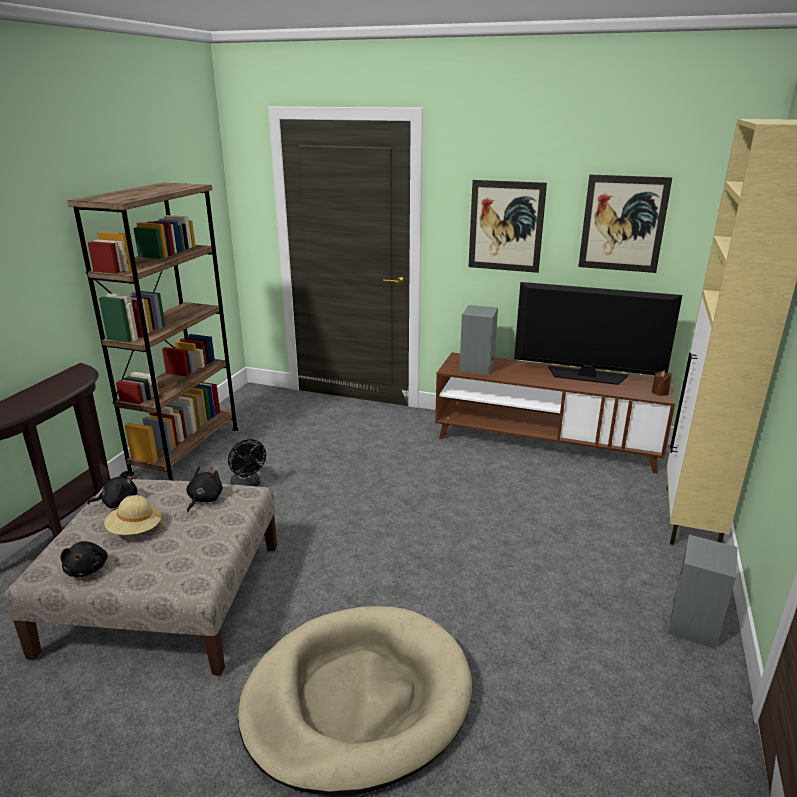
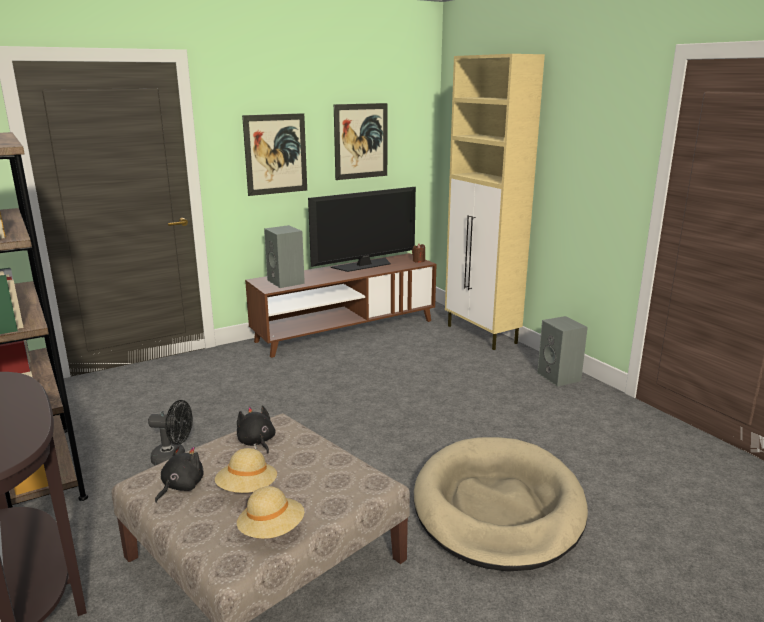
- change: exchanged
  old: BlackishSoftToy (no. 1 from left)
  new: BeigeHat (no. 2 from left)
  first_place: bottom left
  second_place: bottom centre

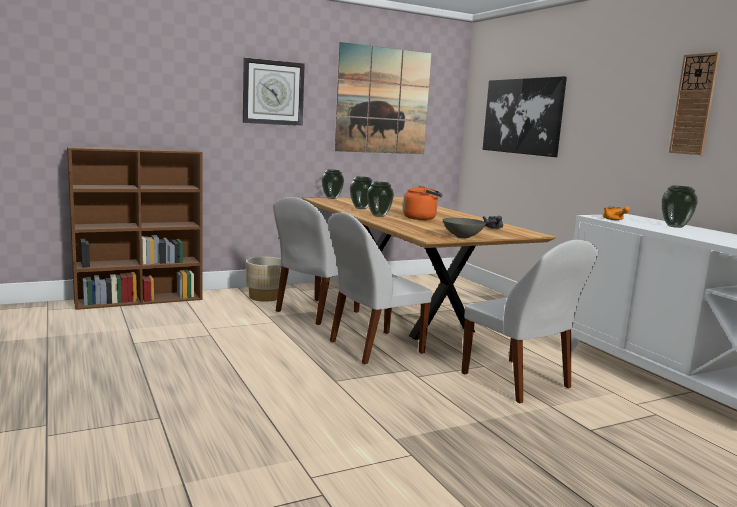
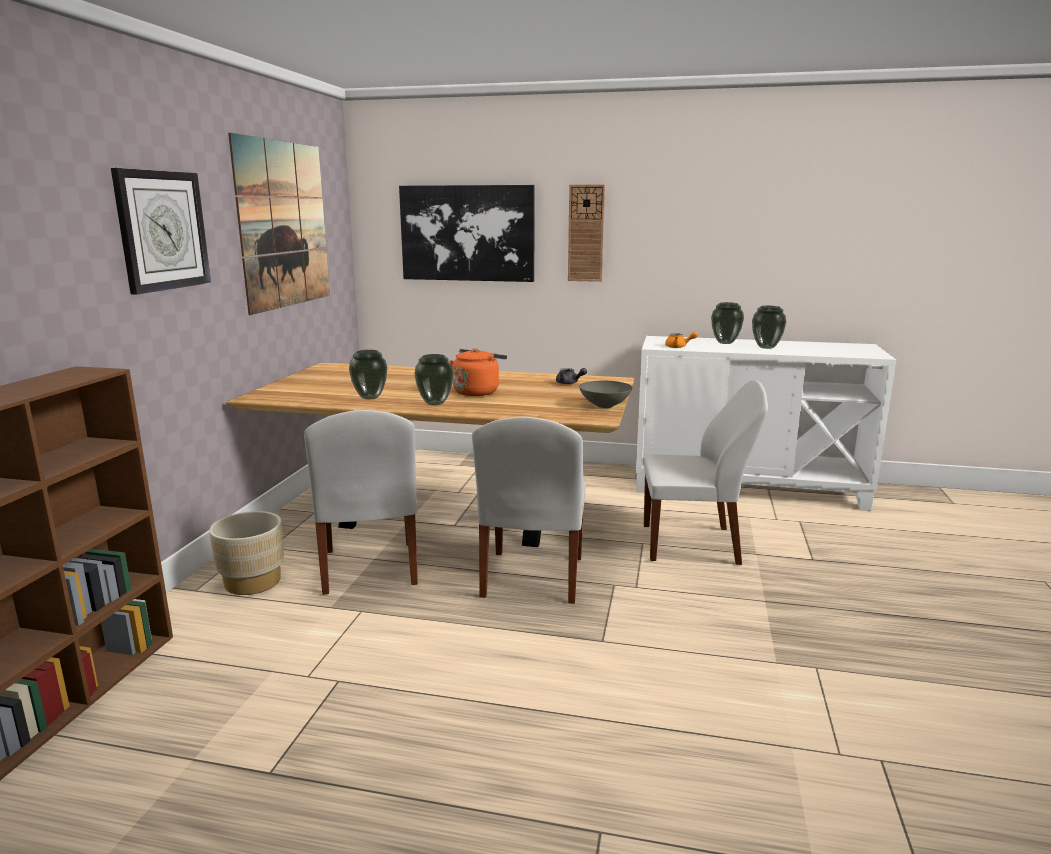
- change: relocated
  old: FlowerVase (no. 1 from left in the first image)
  new: FlowerVase (no. 4 from left)
  first_place: centre
  second_place: middle right
- change: relocated
  old: ClockOnTheWall (no. 2 from left)
  first_place: top right
  second_place: top centre

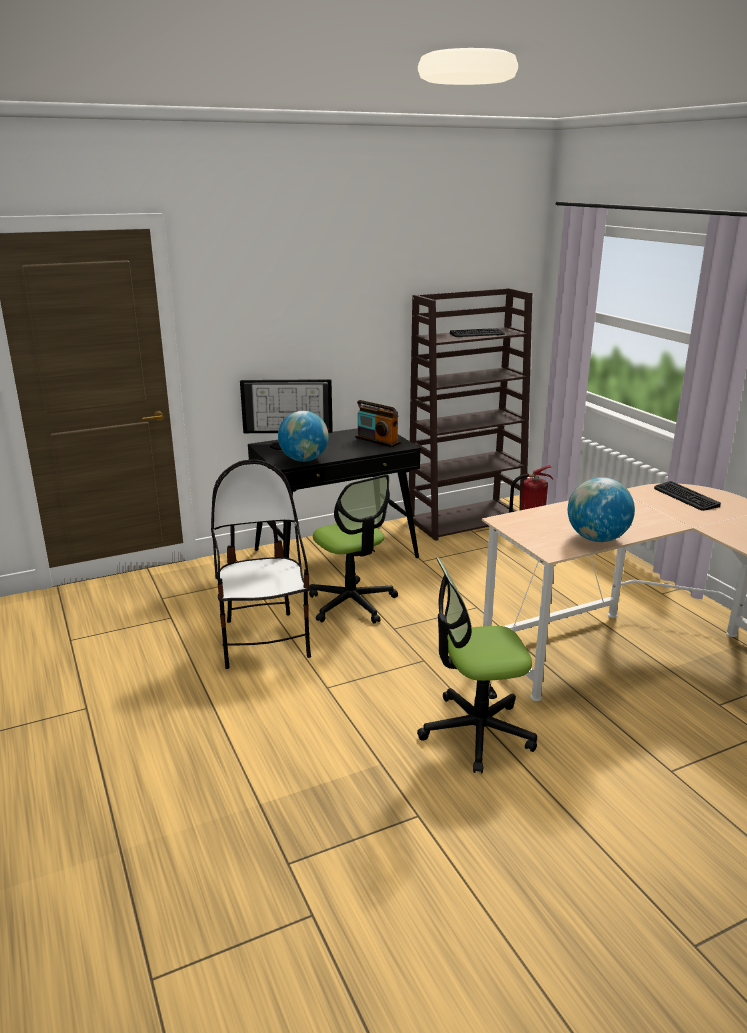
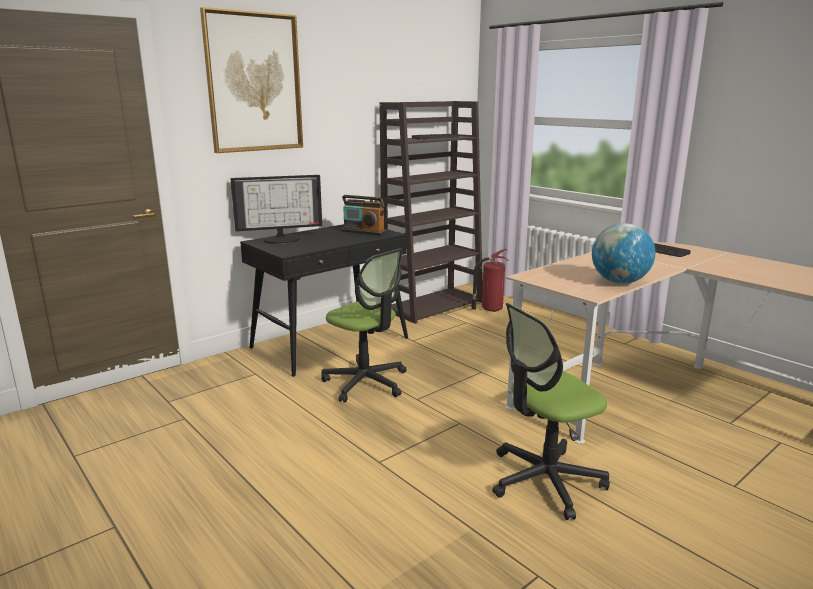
- change: missing
  old: PlainChair
  first_place: centre
- change: missing
  old: WorldGlobe (no. 1 from left)
  first_place: centre
- change: appeared
  new: Picture
  second_place: top left

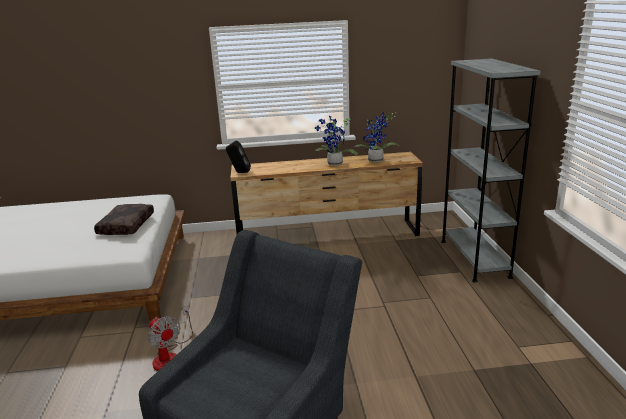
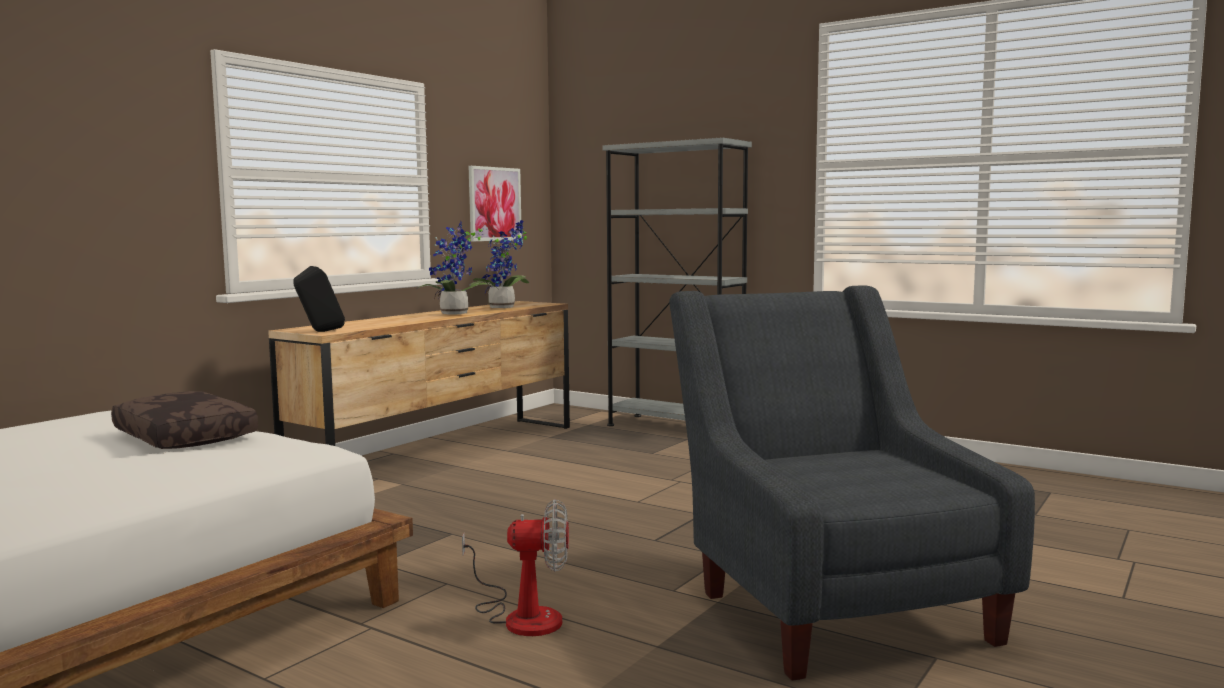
- change: appeared
  new: Picture
  second_place: top centre

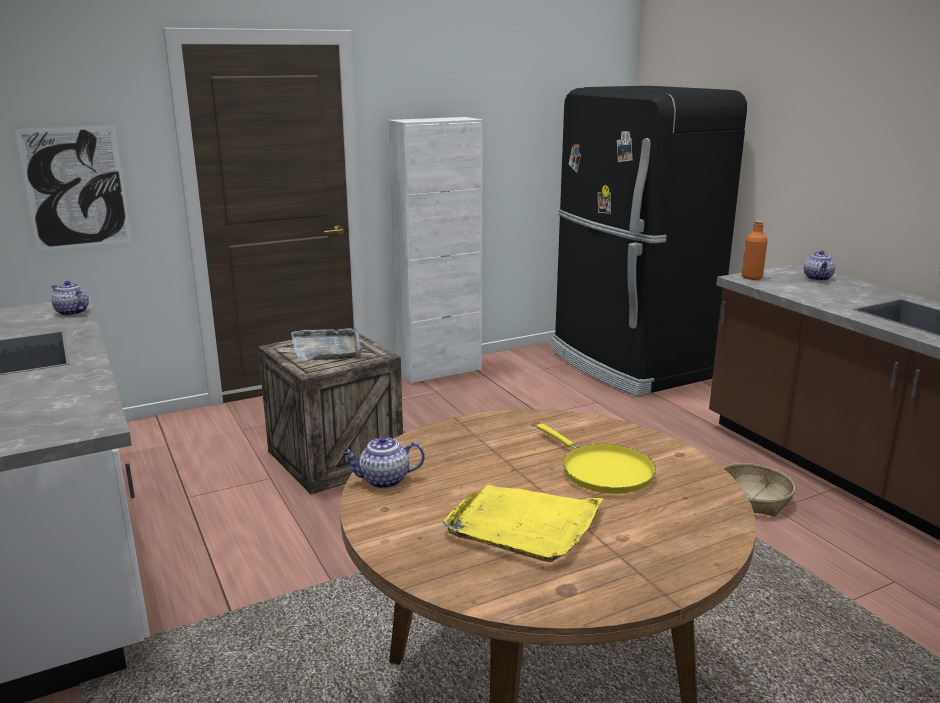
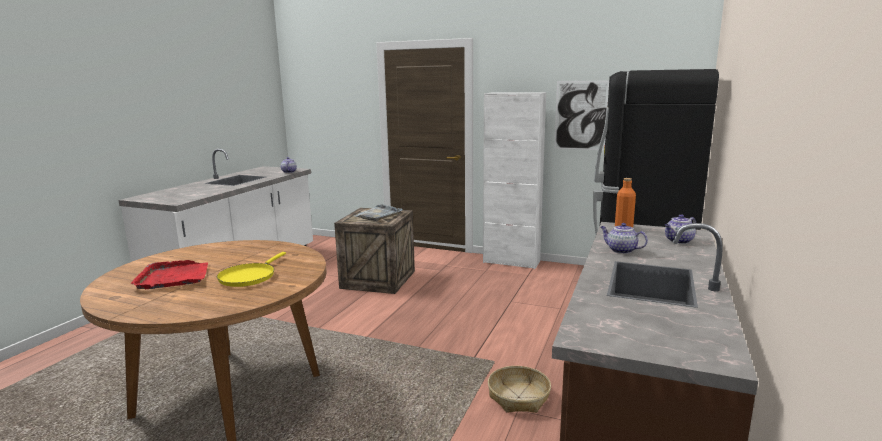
- change: relocated
  old: Picture
  first_place: top left
  second_place: top centre
- change: relocated
  old: PotForTea (no. 2 from left)
  first_place: centre
  second_place: middle right
- change: colour
  old: YellowishTray
  new: RedTray
  first_place: bottom centre
  second_place: middle left

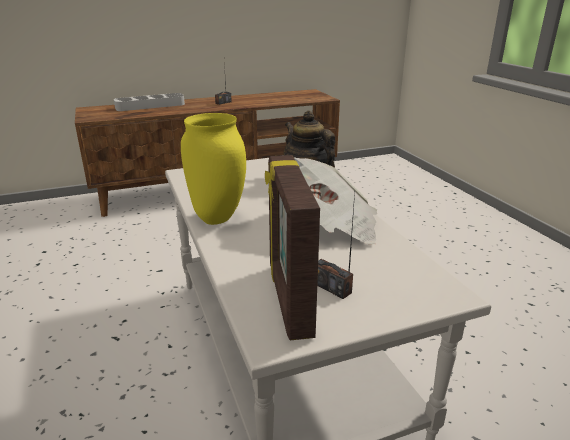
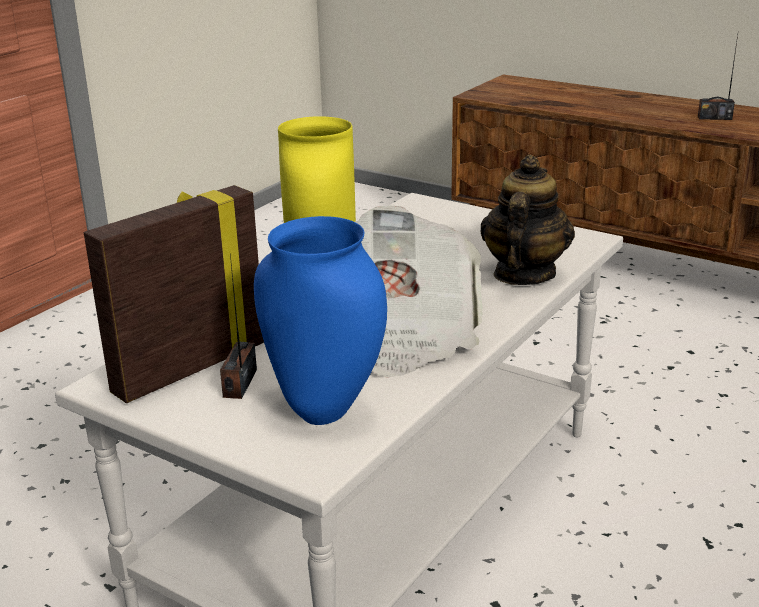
- change: missing
  old: GreyTray
  first_place: top left
- change: appeared
  new: BluishFlowerVase
  second_place: centre

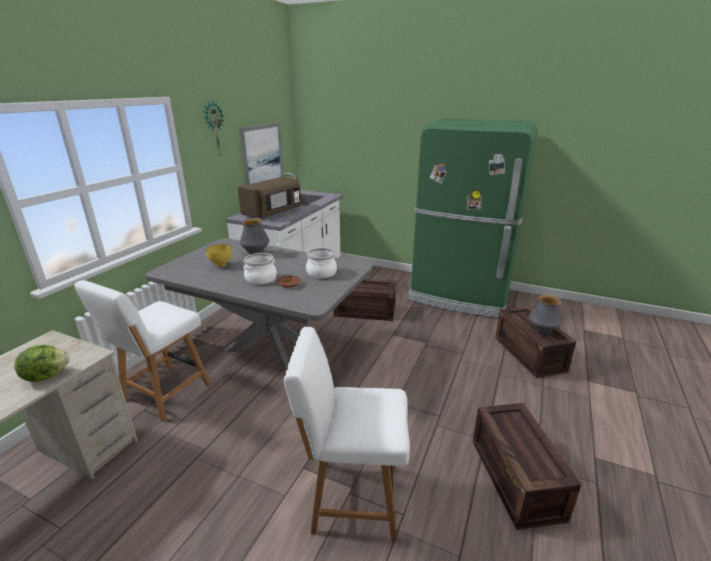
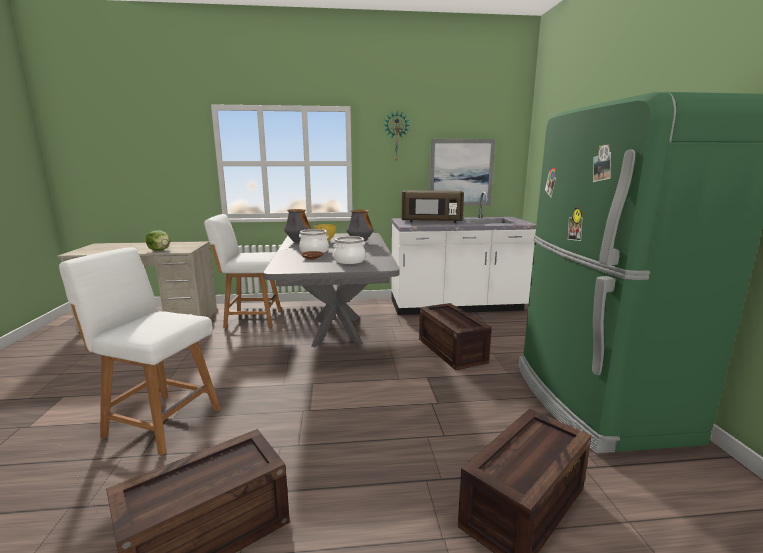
- change: spun
  old: WhitePlainChair (no. 2 from left in the first image)
  first_place: bottom centre
  second_place: middle left
  degrees: -45
- change: relocated
  old: FlowerVase (no. 2 from left in the first image)
  new: FlowerVase (no. 1 from left)
  first_place: middle right
  second_place: centre

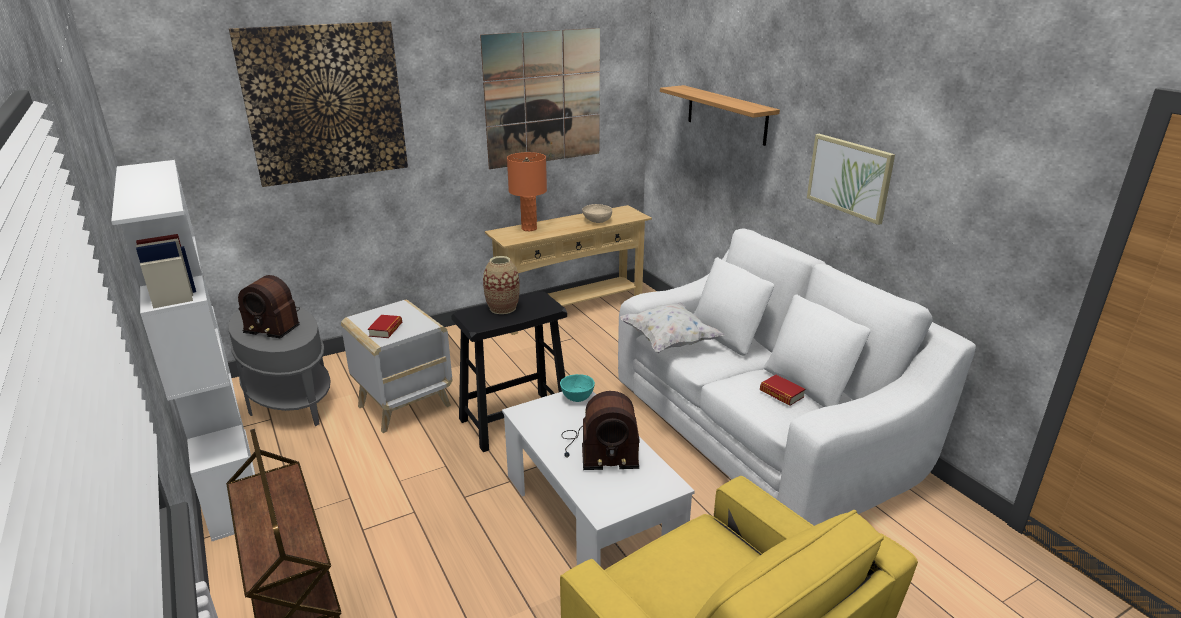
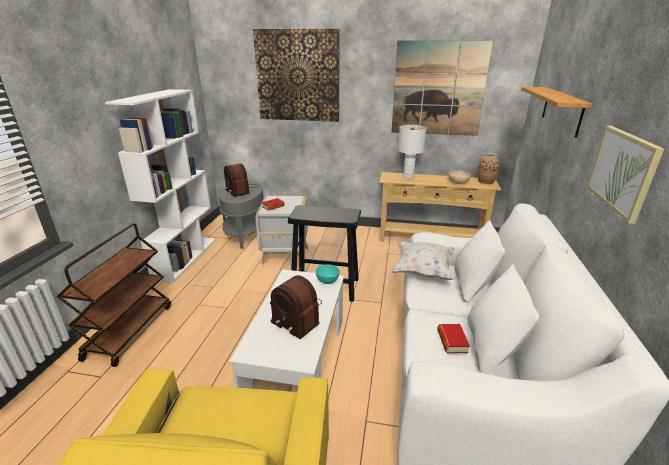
- change: relocated
  old: FlowerVase
  first_place: centre
  second_place: middle right
- change: colour
  old: OrangeyTableLamp
  new: WhiteTableLamp
  first_place: top centre
  second_place: top centre

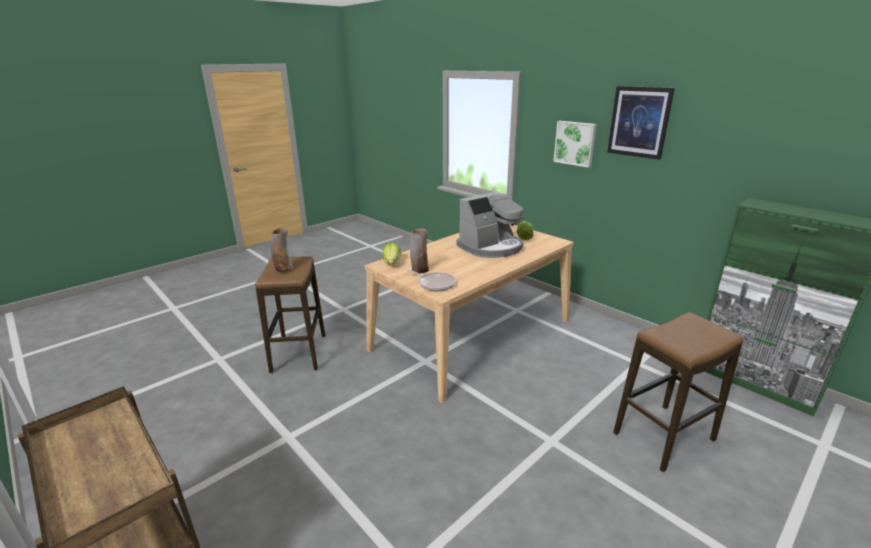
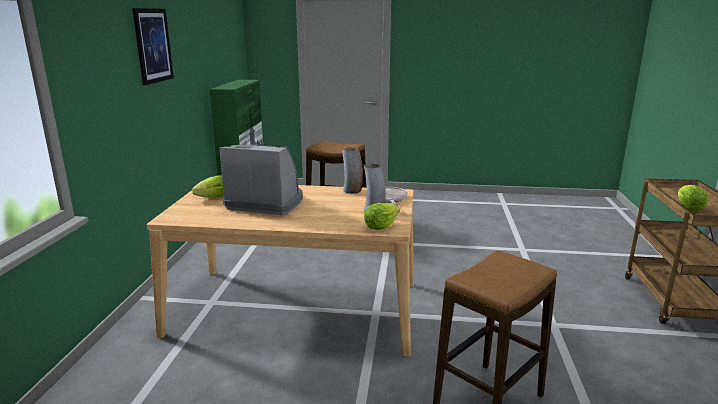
- change: relocated
  old: FlowerVase (no. 1 from left)
  first_place: middle left
  second_place: centre
- change: missing
  old: Picture (no. 1 from left)
  first_place: top centre
- change: appeared
  new: HeadOfLettuce (no. 3 from left)
  second_place: middle right

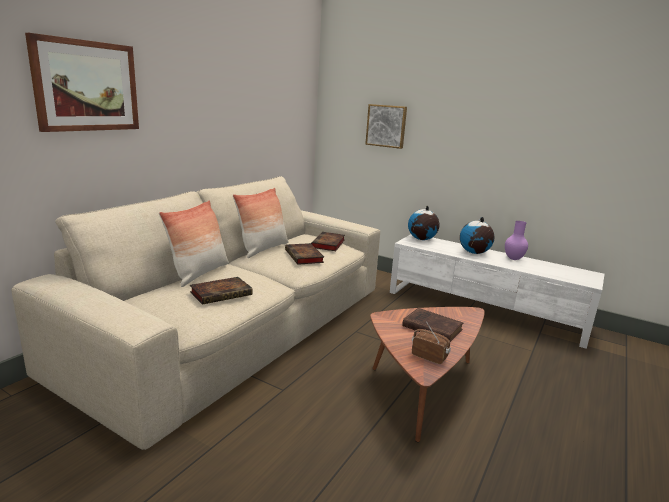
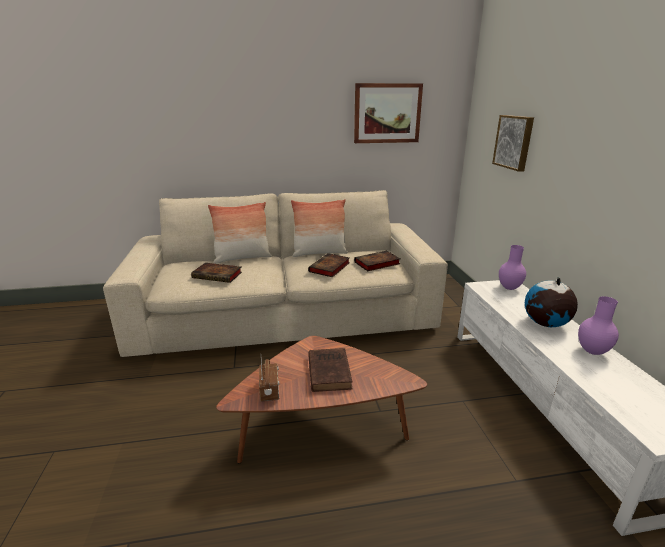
- change: relocated
  old: Picture (no. 1 from left)
  first_place: top left
  second_place: top centre
- change: exchanged
  old: WorldGlobe (no. 1 from left)
  new: PurplishFlowerVase (no. 1 from left)
  first_place: centre
  second_place: middle right

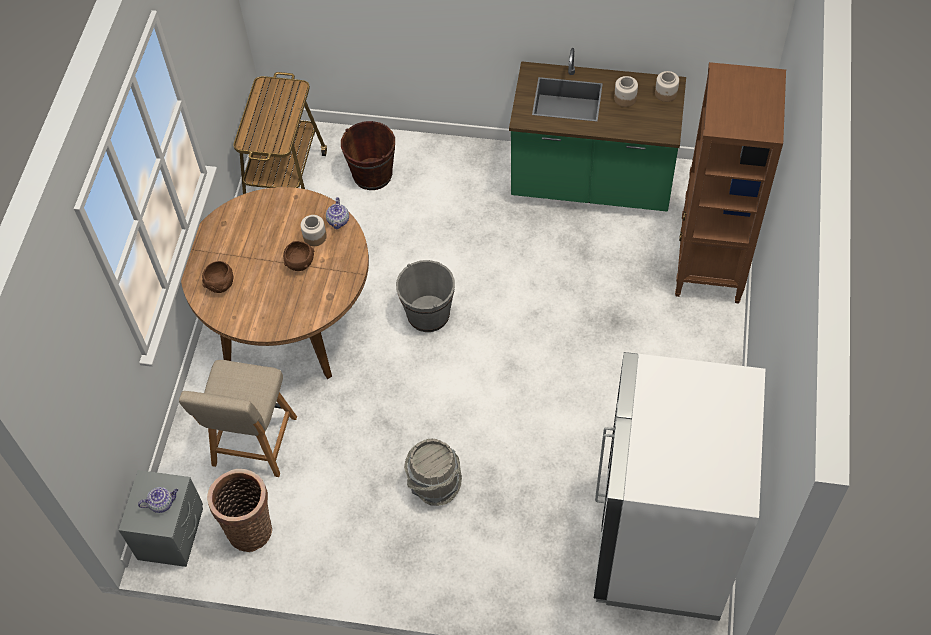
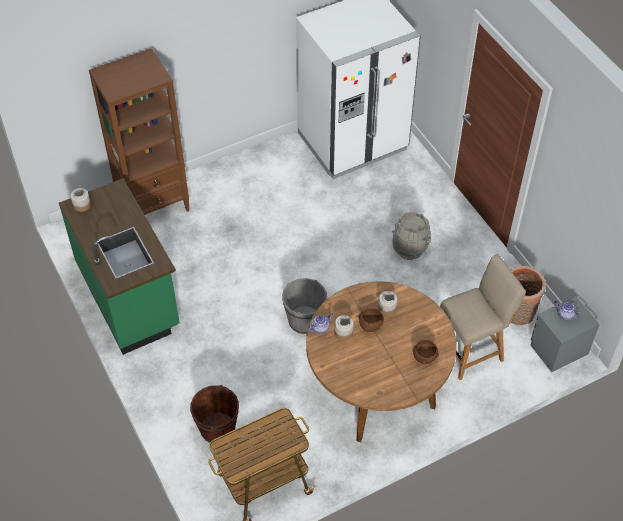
- change: relocated
  old: StorageJar (no. 2 from left in the first image)
  new: StorageJar (no. 3 from left)
  first_place: top right
  second_place: centre

